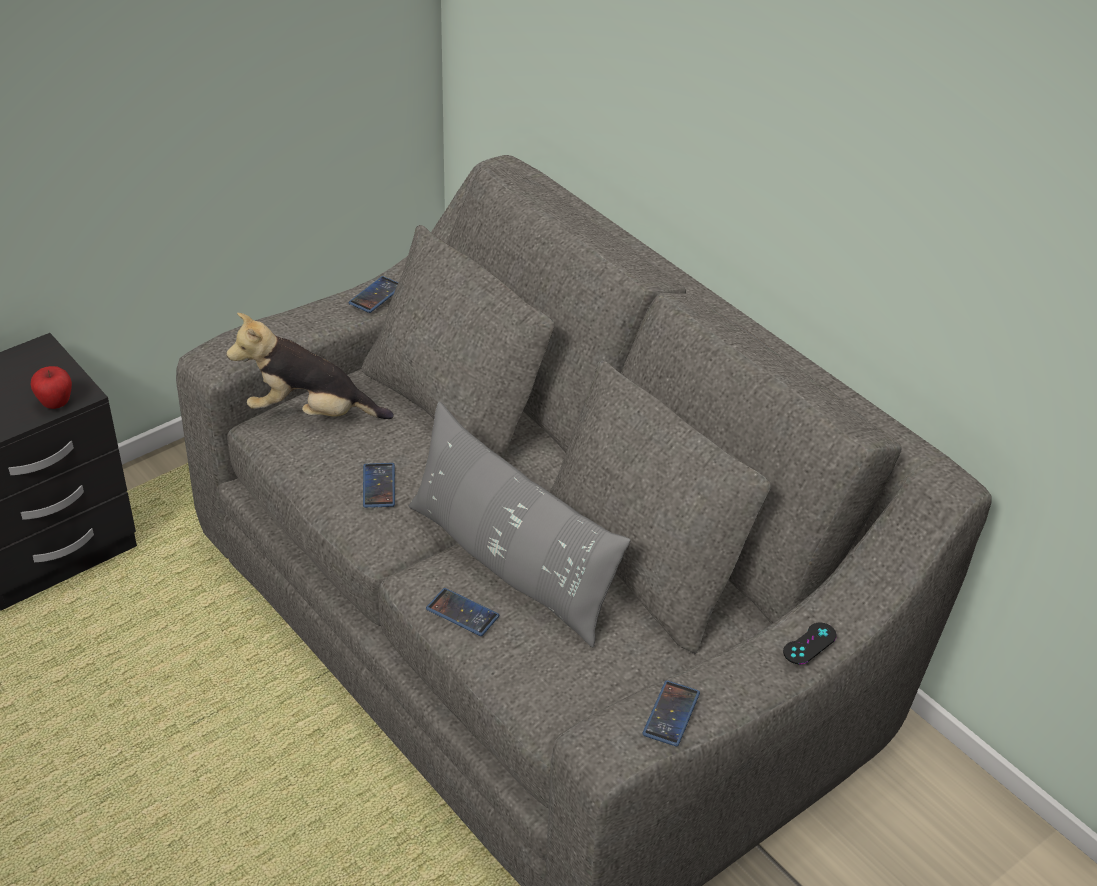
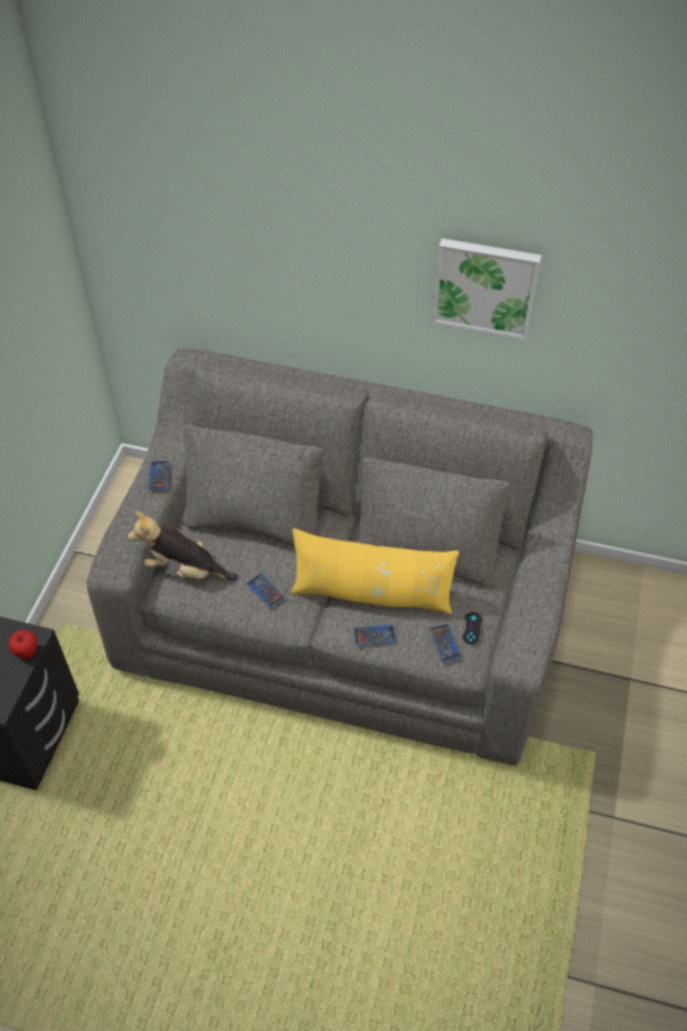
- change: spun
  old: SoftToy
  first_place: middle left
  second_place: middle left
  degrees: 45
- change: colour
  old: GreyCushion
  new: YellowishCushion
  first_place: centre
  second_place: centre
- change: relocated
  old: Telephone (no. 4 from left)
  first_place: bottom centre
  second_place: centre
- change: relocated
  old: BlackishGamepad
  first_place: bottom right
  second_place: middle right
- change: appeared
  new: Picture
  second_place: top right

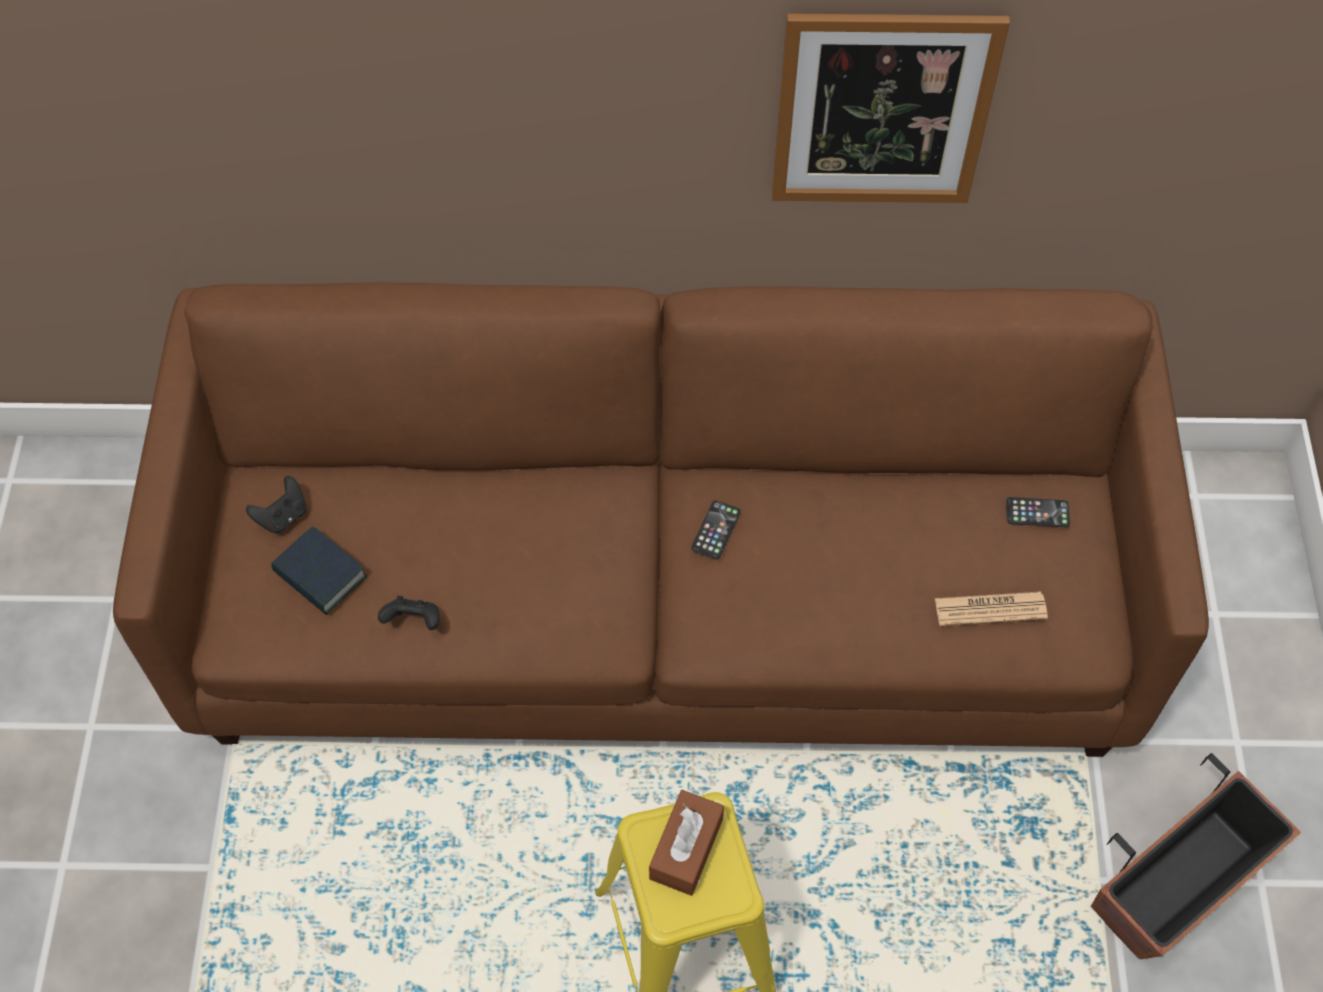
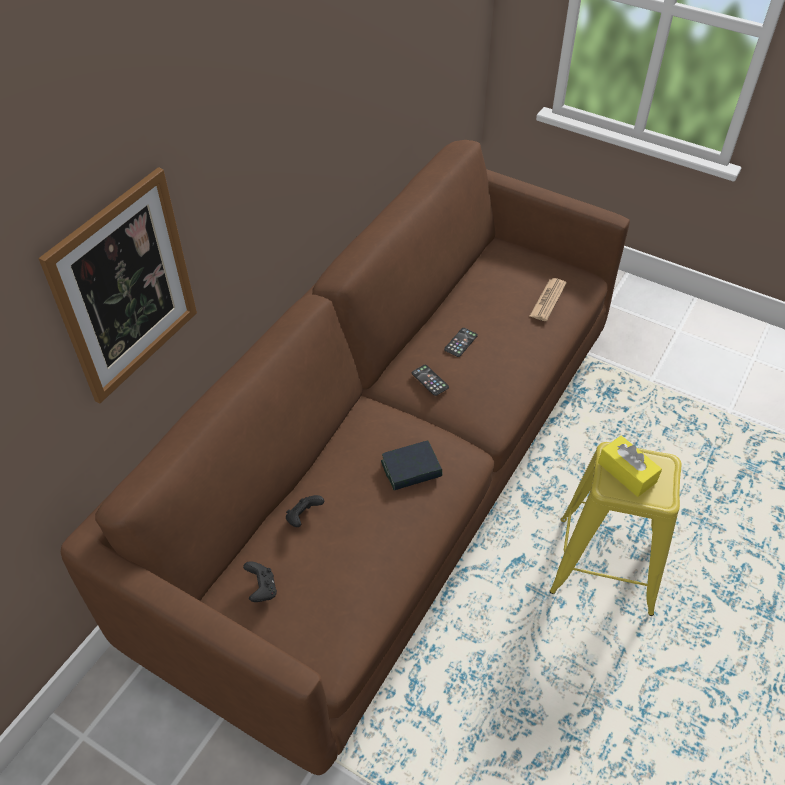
- change: relocated
  old: BoundBook
  first_place: middle left
  second_place: centre
- change: relocated
  old: BlackishGamepad (no. 2 from left)
  first_place: middle left
  second_place: centre
- change: colour
  old: BrownishTissueHolder
  new: YellowishTissueHolder
  first_place: bottom centre
  second_place: middle right
- change: relocated
  old: Picture
  first_place: top right
  second_place: middle left
- change: relocated
  old: Telephone (no. 2 from left)
  first_place: middle right
  second_place: centre
- change: missing
  old: Planter
  first_place: bottom right

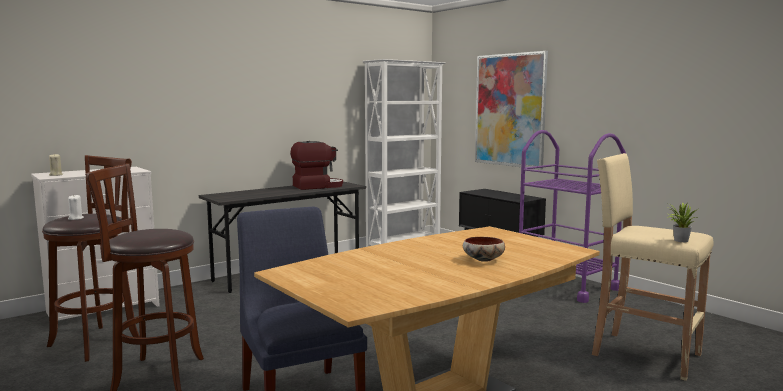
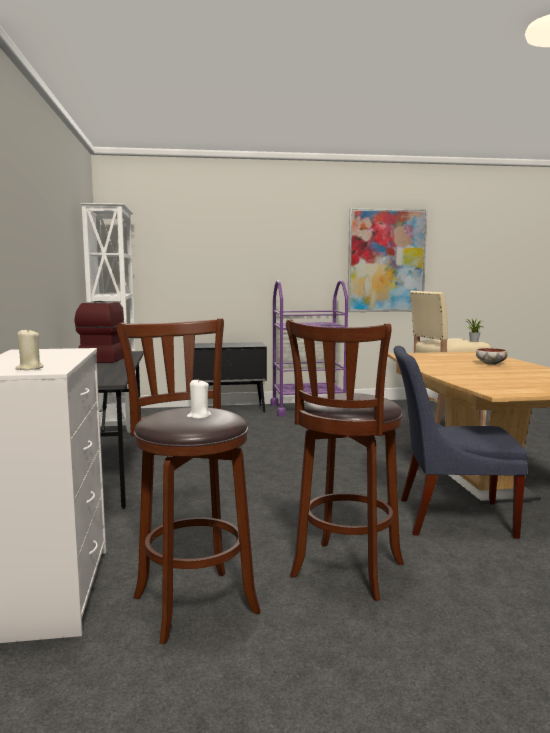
- change: relocated
  old: Picture
  first_place: top centre
  second_place: middle right

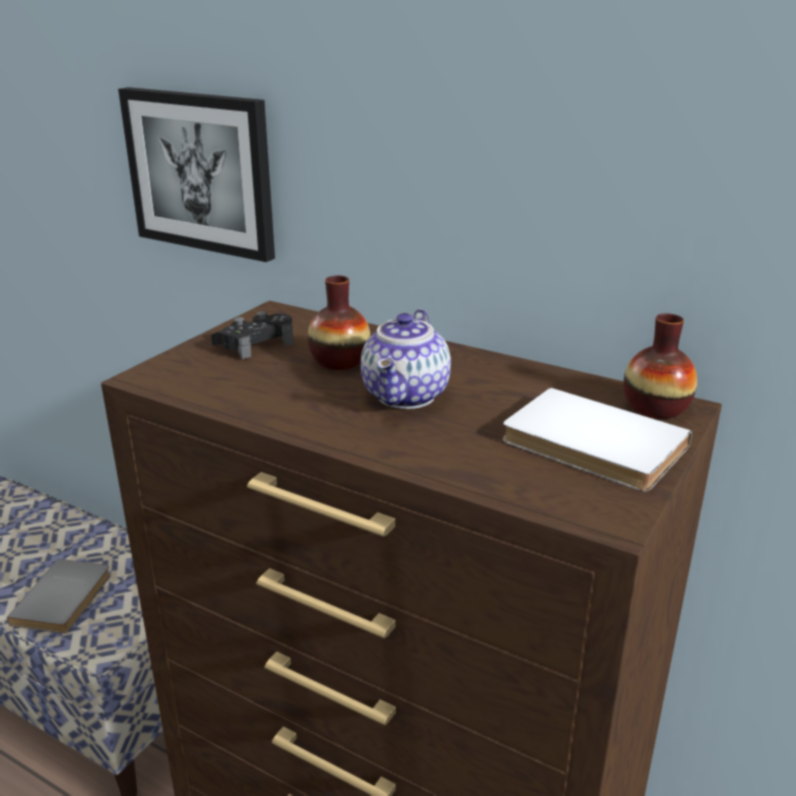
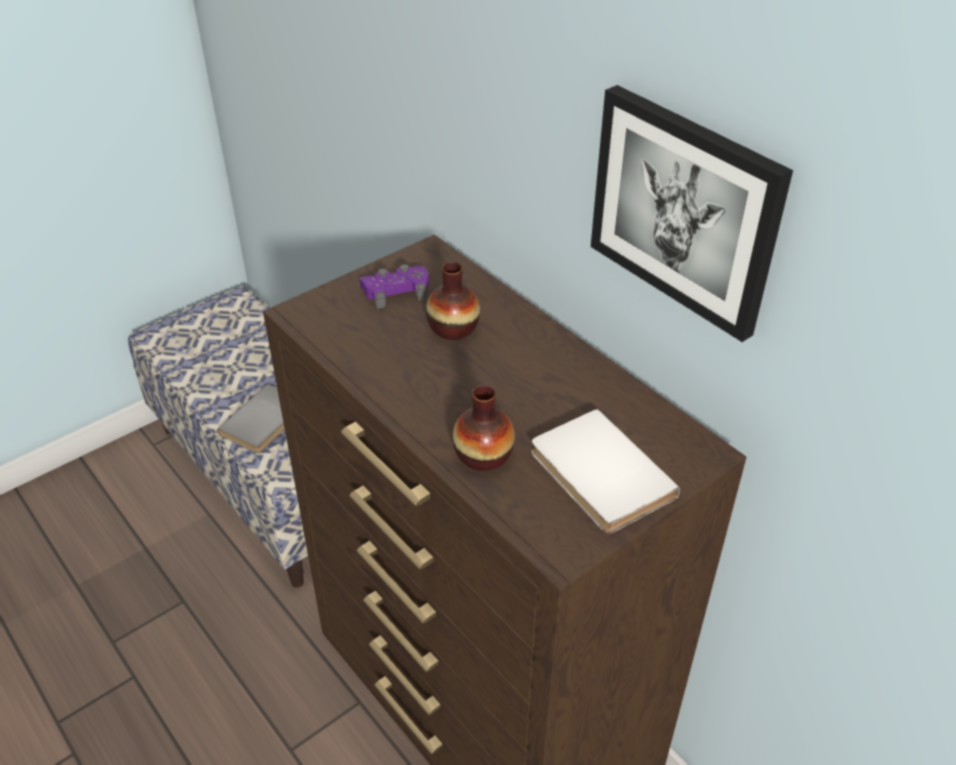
- change: relocated
  old: Picture
  first_place: top left
  second_place: top right
- change: colour
  old: BlackishGamepad
  new: PurplishGamepad
  first_place: middle left
  second_place: centre
- change: missing
  old: PotForTea
  first_place: centre
- change: relocated
  old: FlowerVase (no. 2 from left)
  first_place: middle right
  second_place: centre

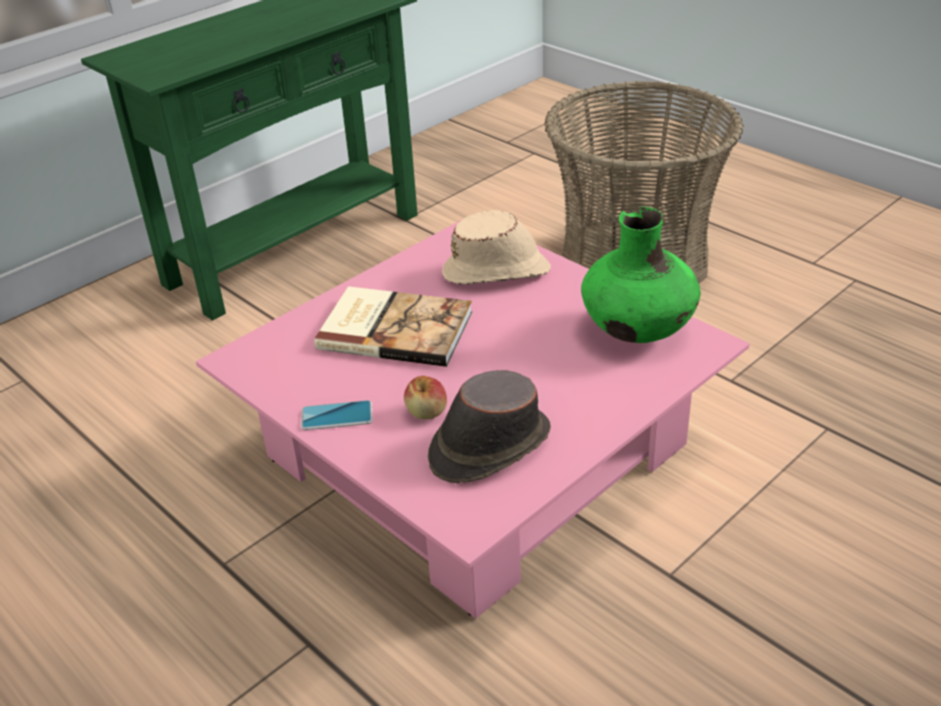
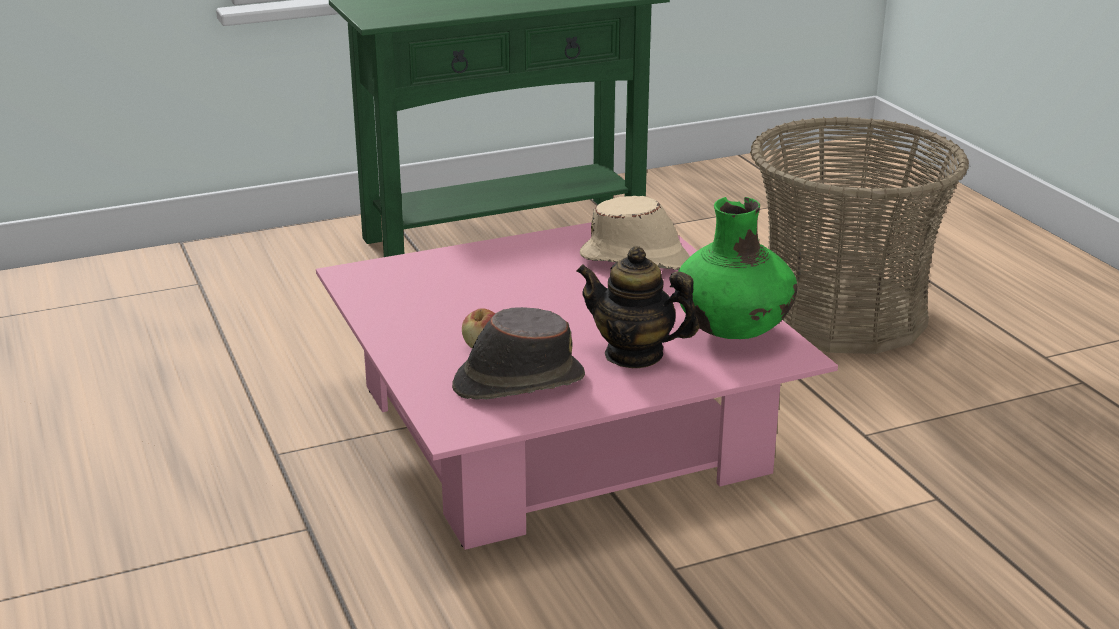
- change: missing
  old: Telephone
  first_place: centre
- change: missing
  old: BoundBook
  first_place: centre
- change: appeared
  new: PotForTea
  second_place: centre

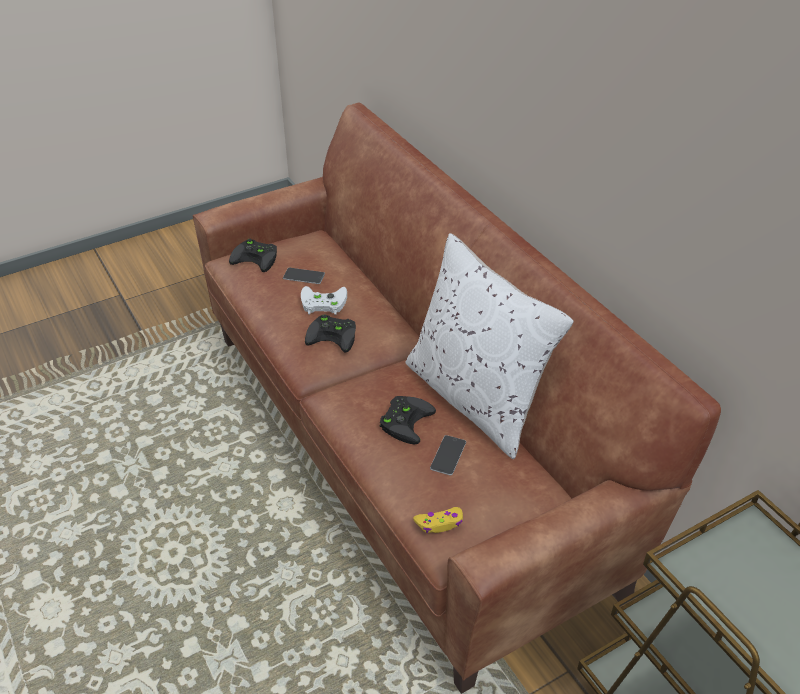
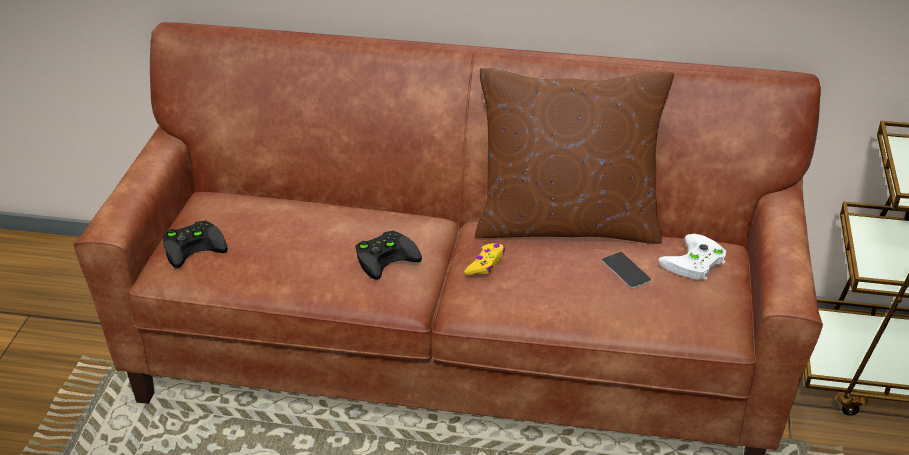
- change: missing
  old: Telephone (no. 1 from left)
  first_place: centre
- change: relocated
  old: WhiteGamepad
  first_place: centre
  second_place: middle right
- change: missing
  old: BlackishGamepad (no. 3 from left)
  first_place: centre
- change: colour
  old: WhiteCushion
  new: BrownishCushion
  first_place: centre
  second_place: centre
- change: relocated
  old: YellowishGamepad
  first_place: bottom centre
  second_place: centre

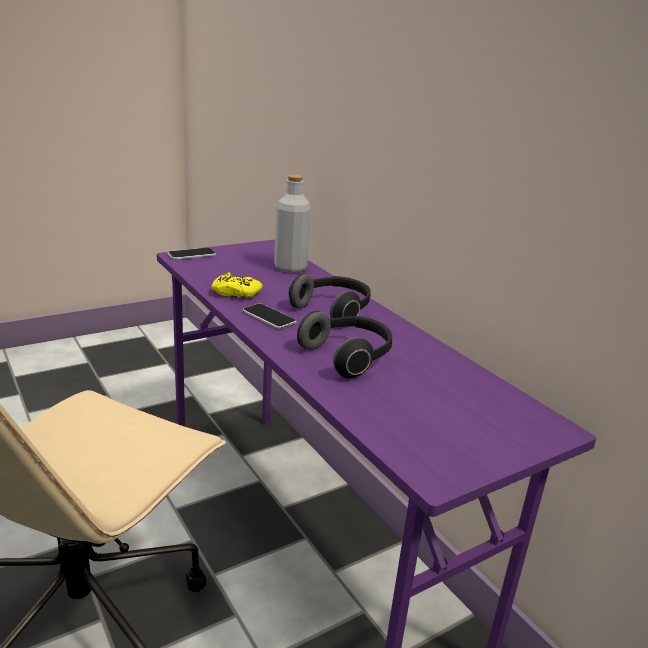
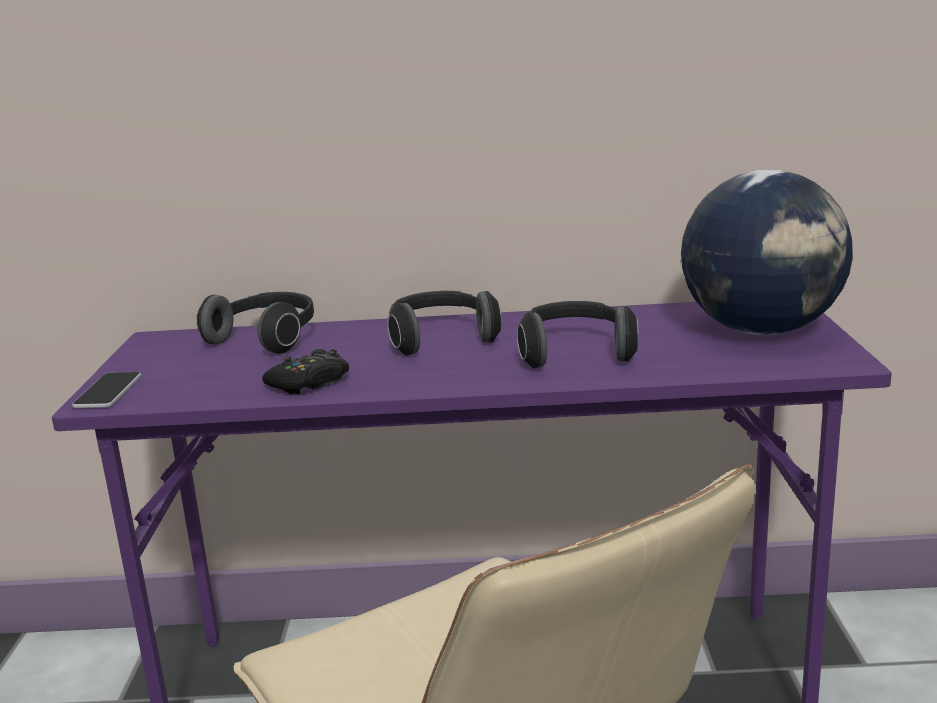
- change: colour
  old: YellowishGamepad
  new: BlackishGamepad
  first_place: centre
  second_place: middle left
- change: missing
  old: Telephone (no. 2 from left)
  first_place: centre
- change: exchanged
  old: GreyBottle
  new: PairOfHeadphones (no. 1 from left)
  first_place: centre
  second_place: middle left
- change: appeared
  new: WorldGlobe
  second_place: middle right

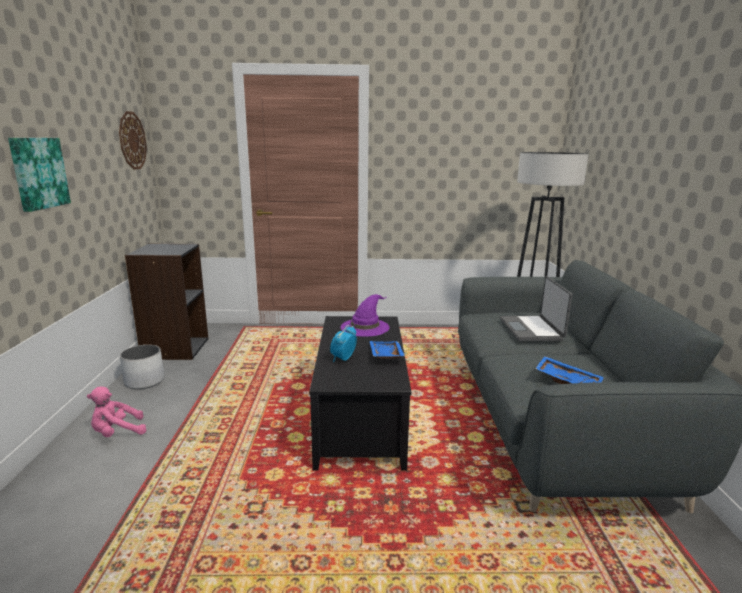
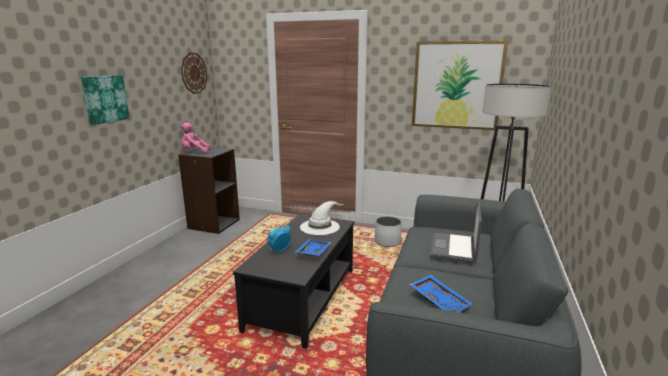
- change: relocated
  old: PinkishSoftToy
  first_place: bottom left
  second_place: middle left
- change: relocated
  old: WhitePlanter
  first_place: middle left
  second_place: centre
- change: colour
  old: PurplishHat
  new: WhiteHat
  first_place: centre
  second_place: centre
- change: appeared
  new: Picture (no. 2 from left)
  second_place: top right

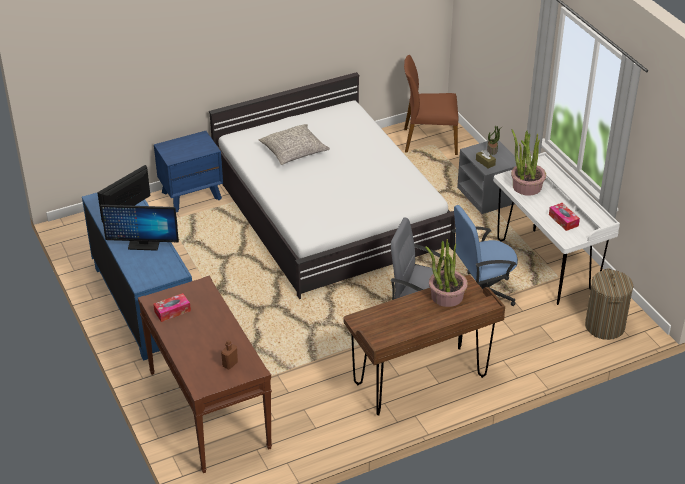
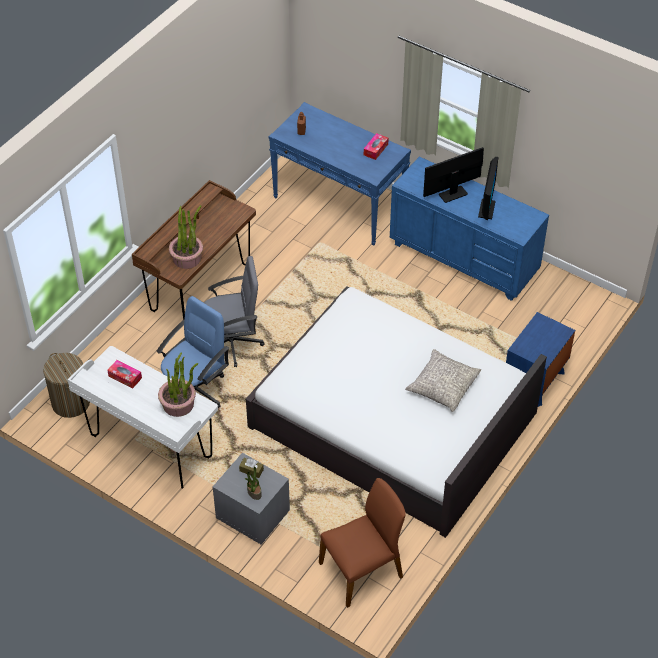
- change: colour
  old: BrownishNarrowTable
  new: BluishNarrowTable
  first_place: bottom left
  second_place: top centre

